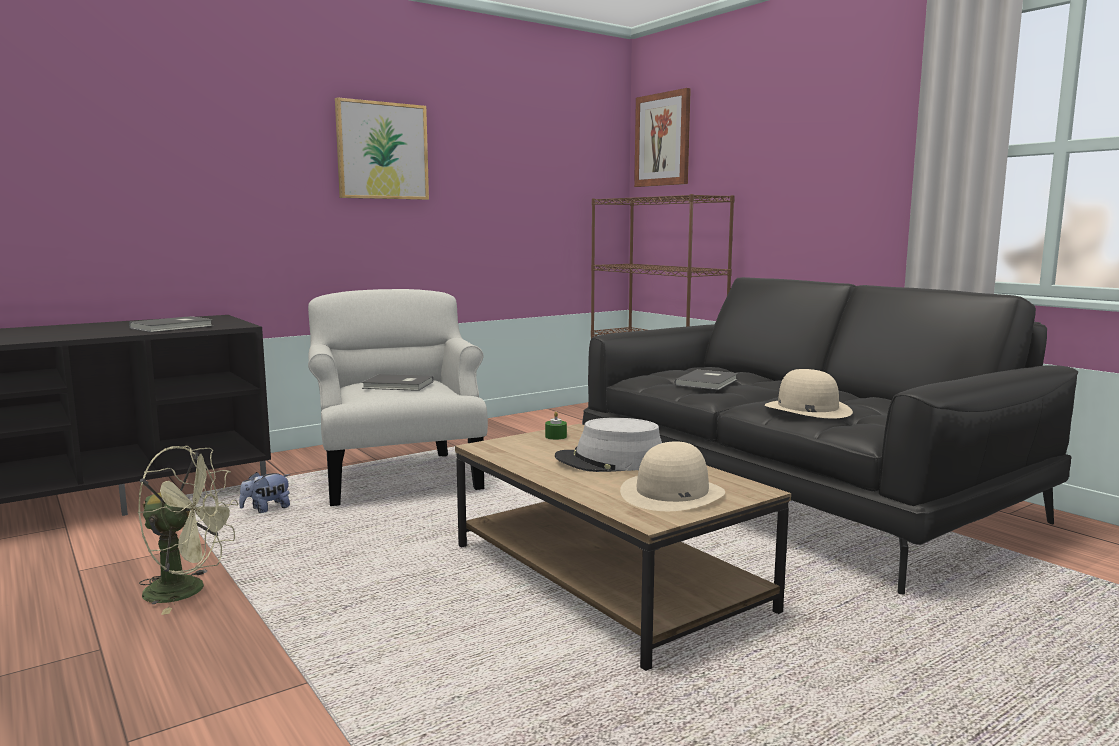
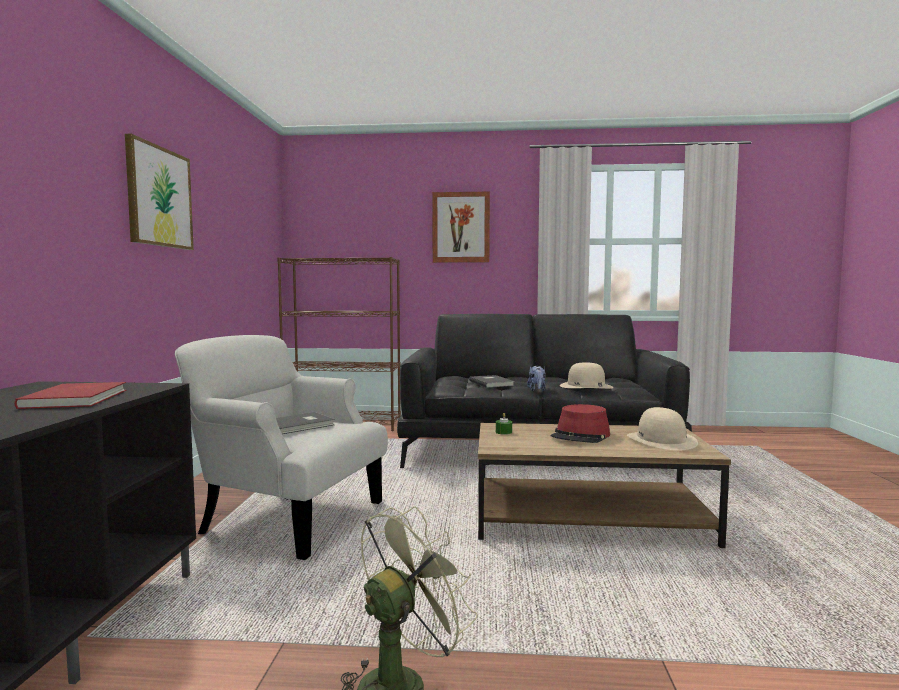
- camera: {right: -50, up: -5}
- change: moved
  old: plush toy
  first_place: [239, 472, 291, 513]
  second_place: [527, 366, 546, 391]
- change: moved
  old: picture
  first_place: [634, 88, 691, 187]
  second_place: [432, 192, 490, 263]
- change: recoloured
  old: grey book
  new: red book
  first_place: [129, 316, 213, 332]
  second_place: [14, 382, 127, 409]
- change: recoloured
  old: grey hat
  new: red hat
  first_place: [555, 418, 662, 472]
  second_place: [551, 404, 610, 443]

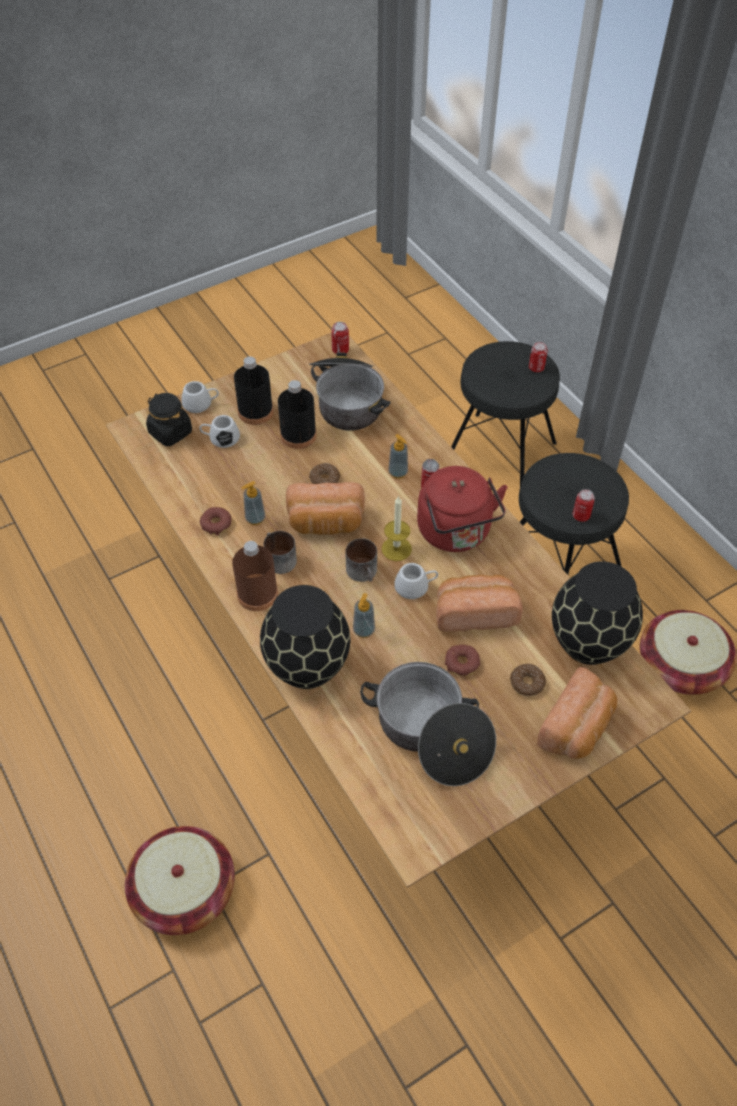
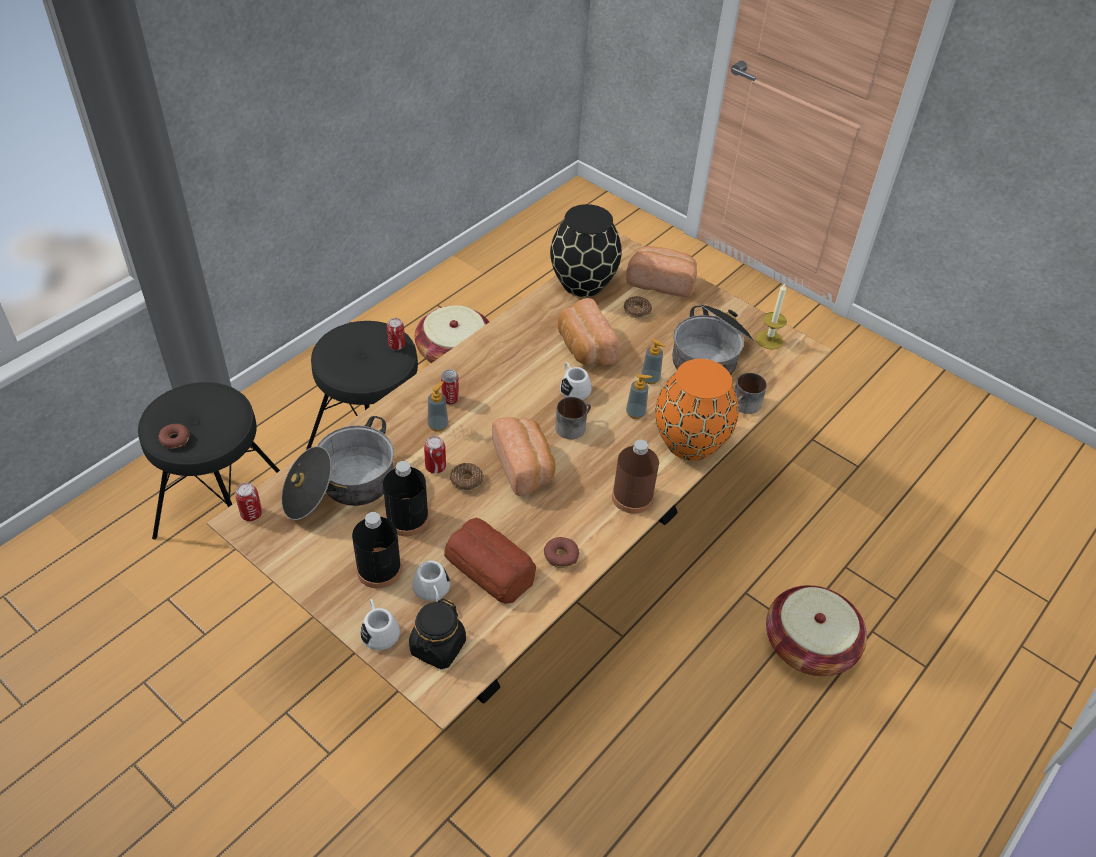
- camera: {right: -110, up: -5}
- change: removed
  old: red kettle
  first_place: [417, 466, 508, 552]
- change: added
  new: bread
  second_place: [444, 517, 536, 604]
- change: moved
  old: soap dispenser
  first_place: [241, 481, 265, 525]
  second_place: [641, 339, 665, 384]
- change: moved
  old: mug
  first_place: [264, 531, 297, 574]
  second_place: [735, 373, 767, 414]
- change: moved
  old: candle
  first_place: [382, 496, 412, 561]
  second_place: [756, 284, 787, 349]
- change: moved
  old: donut
  first_place: [445, 645, 480, 676]
  second_place: [159, 424, 190, 449]
- change: moved
  old: can
  first_place: [529, 342, 548, 372]
  second_place: [424, 436, 446, 474]
- change: recoloured
  old: black vase
  new: orange vase
  first_place: [260, 585, 350, 689]
  second_place: [655, 359, 738, 461]

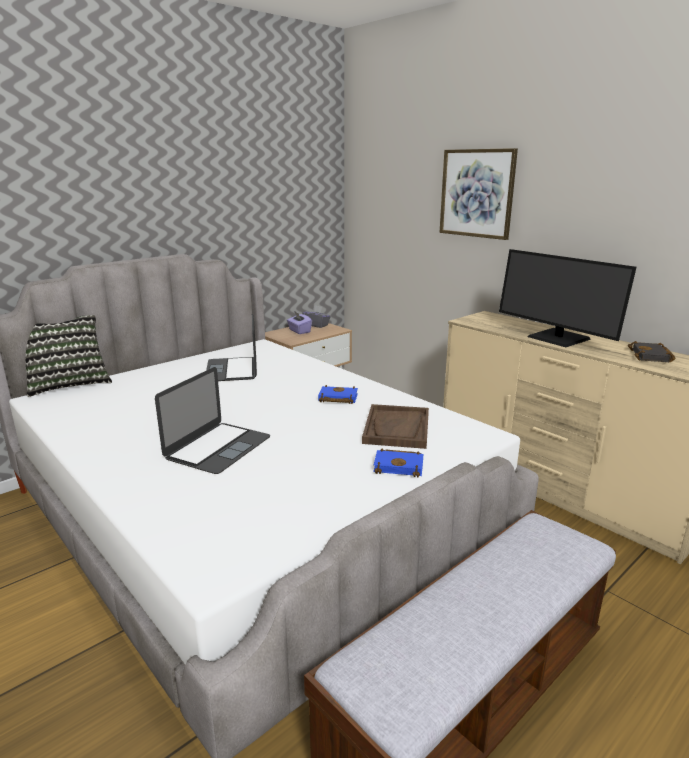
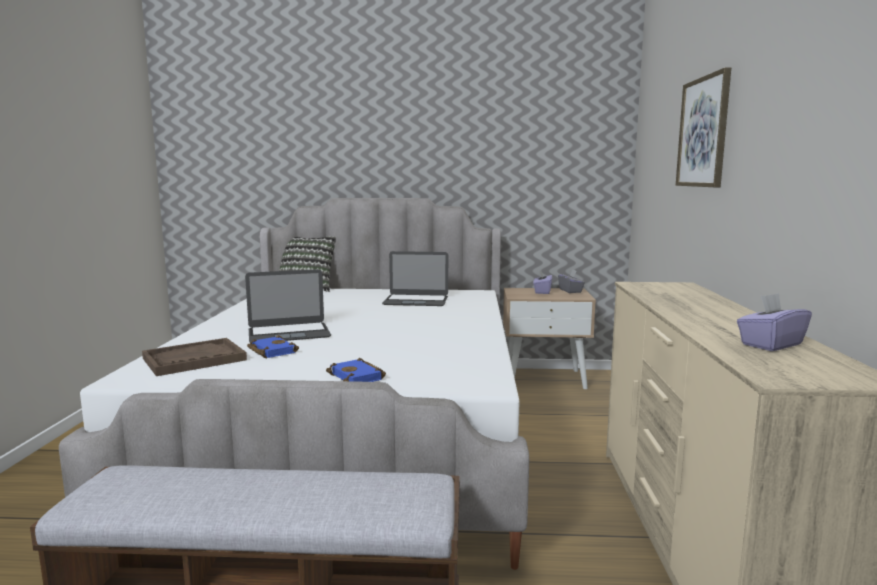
- camera: {right: 45, up: -10}
- change: removed
  old: monitor
  first_place: [499, 249, 637, 347]
- change: moved
  old: blue book
  first_place: [318, 385, 358, 404]
  second_place: [247, 335, 299, 358]
- change: moved
  old: brown tray
  first_place: [362, 404, 429, 449]
  second_place: [142, 338, 247, 376]
- change: replaced
  old: black book
  new: purple tissue box
  first_place: [628, 341, 675, 363]
  second_place: [737, 293, 812, 351]
- change: turned
  old: laptop
  first_place: [206, 314, 257, 381]
  second_place: [382, 251, 448, 306]
  degrees: -120

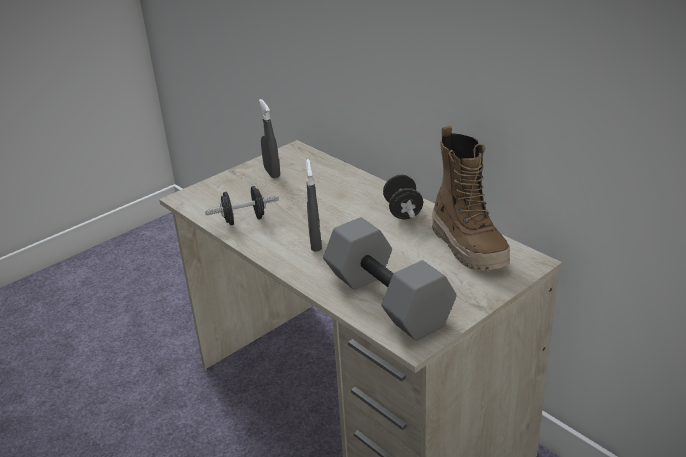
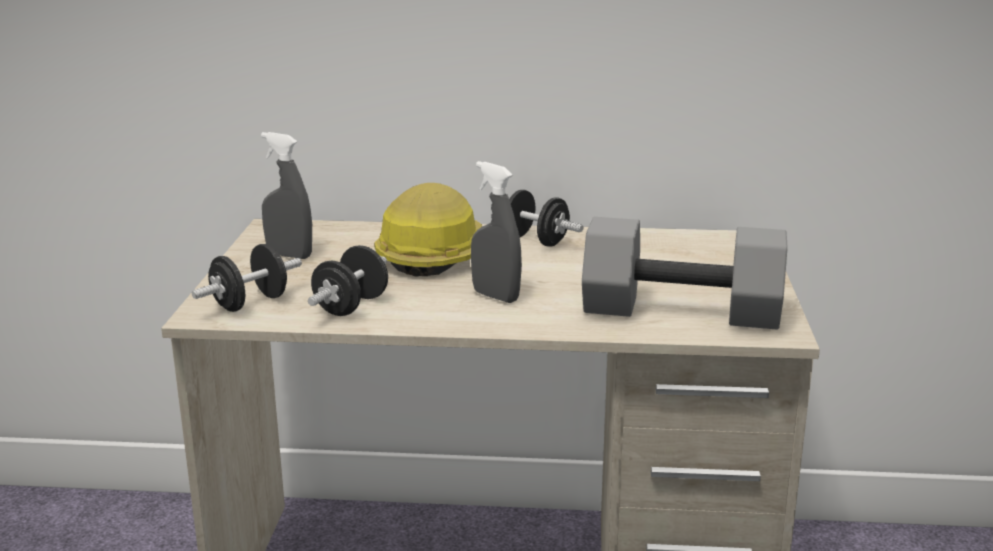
- camera: {right: -45, up: -10}
- change: removed
  old: boot
  first_place: [432, 126, 510, 271]
- change: added
  new: black dumbbell
  second_place: [192, 244, 302, 312]
- change: added
  new: hard hat
  second_place: [374, 183, 482, 277]

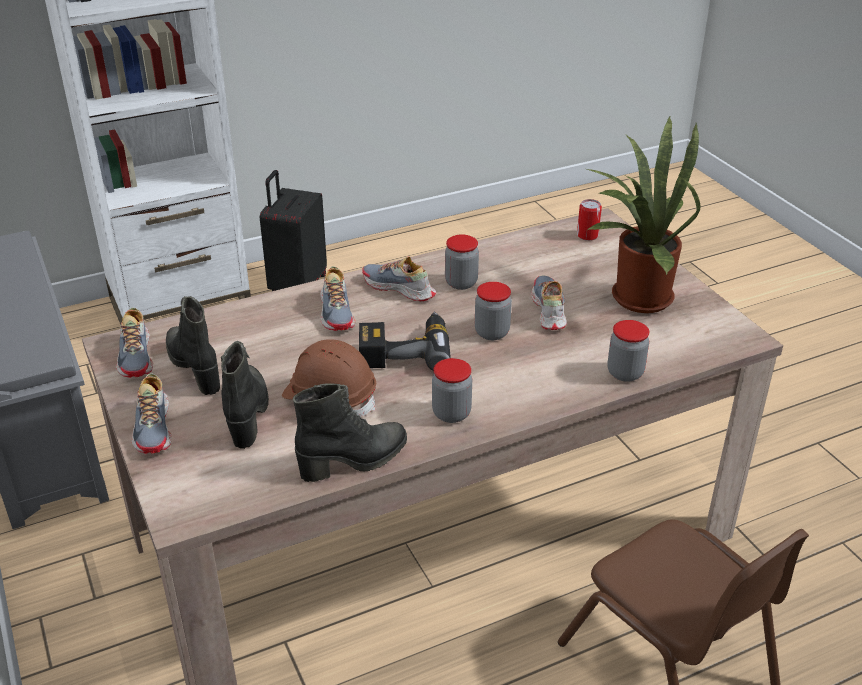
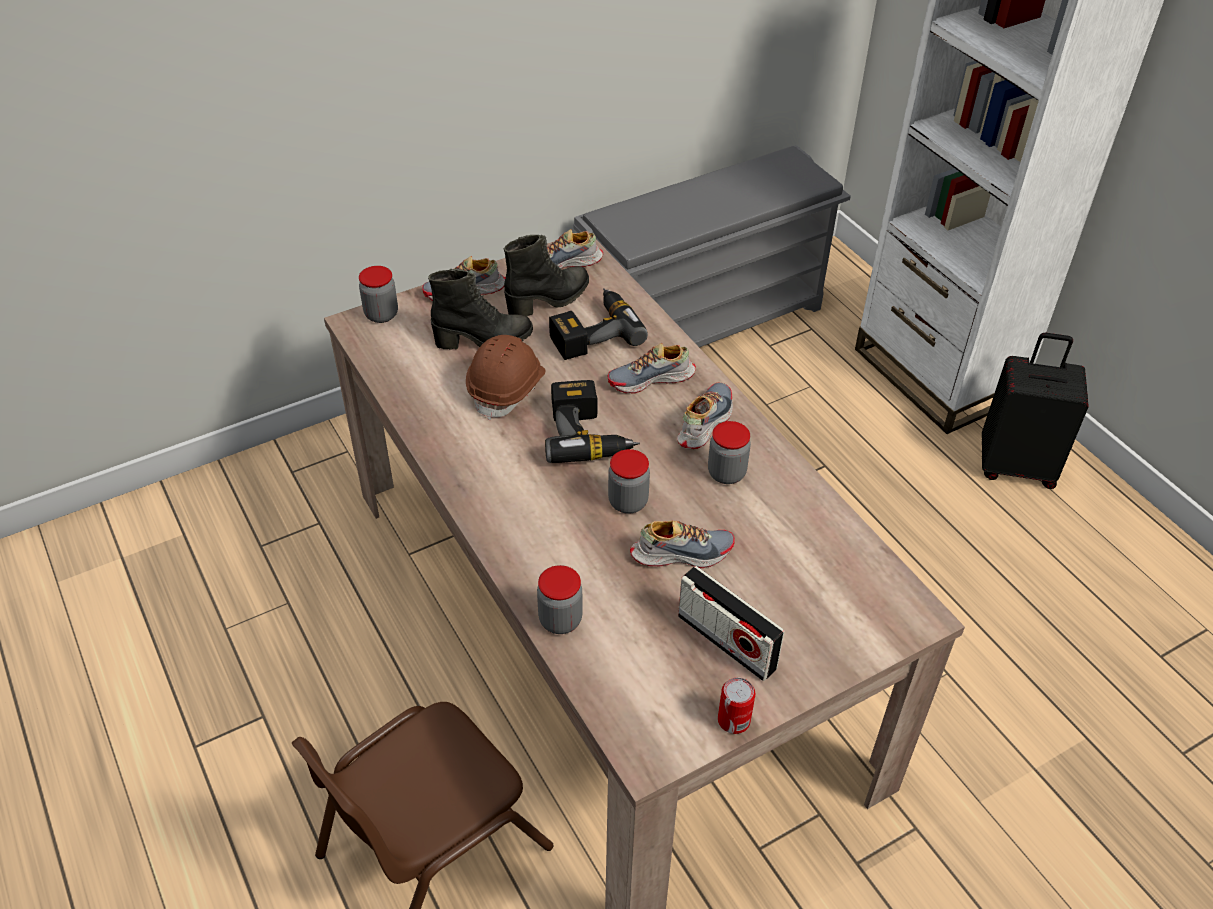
- camera: {right: 85, up: 10}
- change: removed
  old: black boot
  first_place: [293, 383, 407, 482]
- change: added
  new: power drill
  second_place: [549, 289, 648, 360]
- change: moved
  old: jar
  first_place: [432, 358, 472, 423]
  second_place: [359, 266, 398, 323]
- change: moved
  old: can
  first_place: [577, 199, 602, 241]
  second_place: [718, 677, 755, 734]
- change: replaced
  old: potted plant
  new: radio
  first_place: [584, 117, 701, 313]
  second_place: [678, 566, 785, 681]

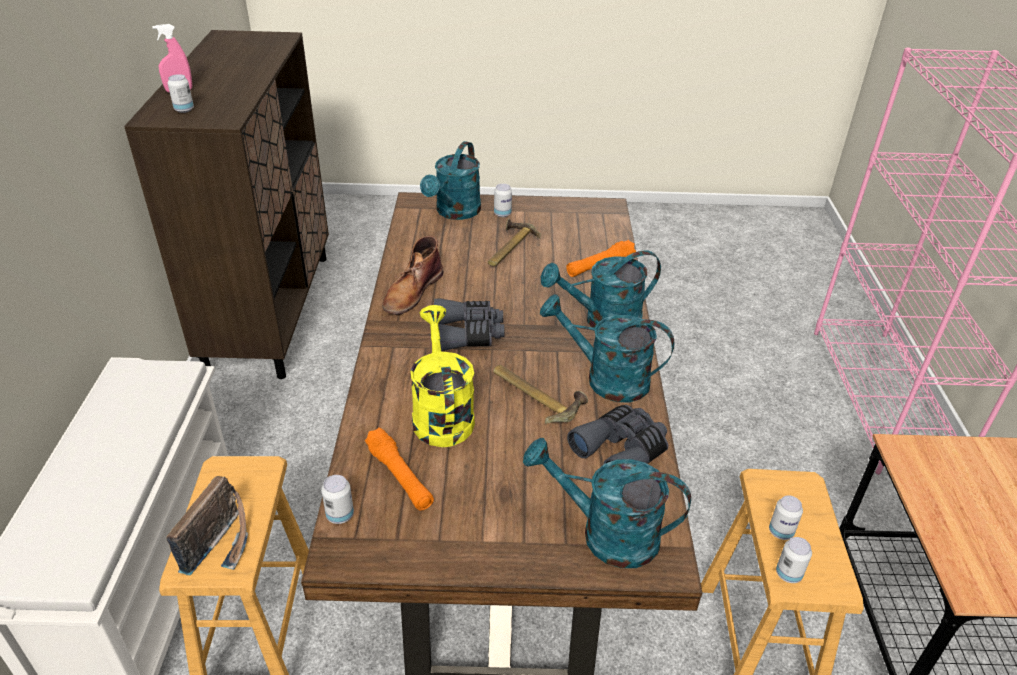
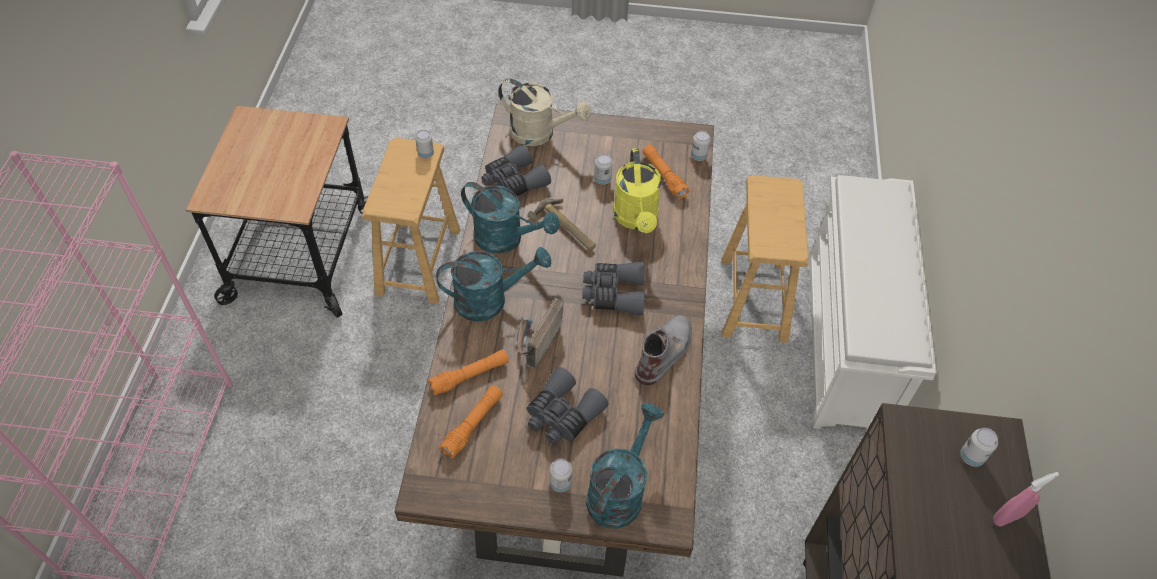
- camera: {right: -175, up: 15}
- change: added
  new: orange flashlight
  second_place: [439, 385, 503, 459]
- change: moved
  old: radio
  first_place: [167, 476, 248, 576]
  second_place: [516, 298, 564, 368]
- change: moved
  old: can
  first_place: [769, 495, 803, 540]
  second_place: [594, 154, 613, 185]
- change: replaced
  old: hammer
  new: grey binoculars
  first_place: [488, 218, 541, 266]
  second_place: [527, 367, 608, 444]
- change: recoloured
  old: brown boot
  new: grey boot
  first_place: [382, 236, 443, 315]
  second_place: [635, 315, 692, 385]
- change: recoloured
  old: turquoise watering can
  new: beige watering can
  first_place: [523, 438, 691, 568]
  second_place: [498, 78, 591, 146]

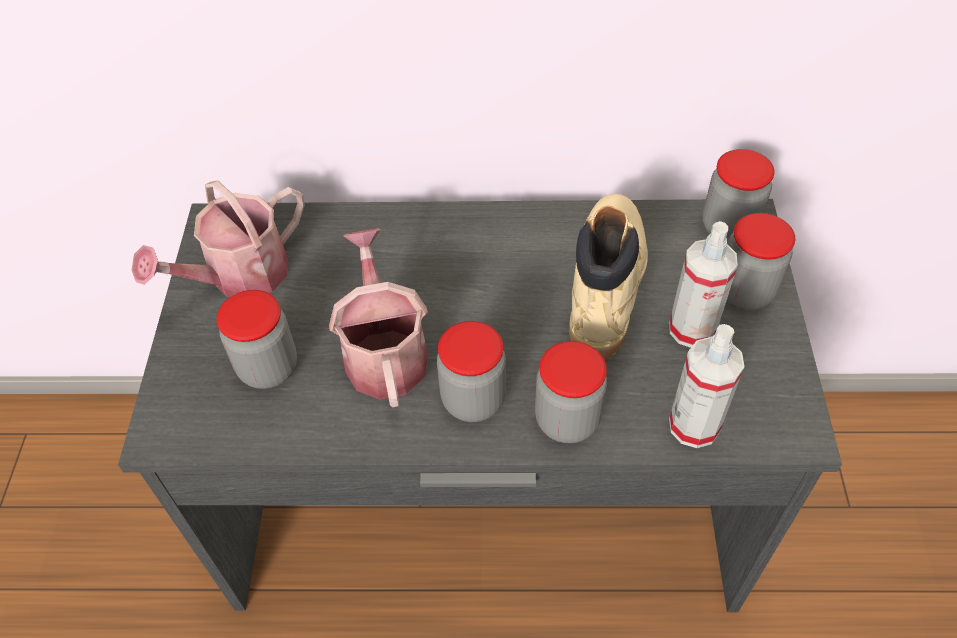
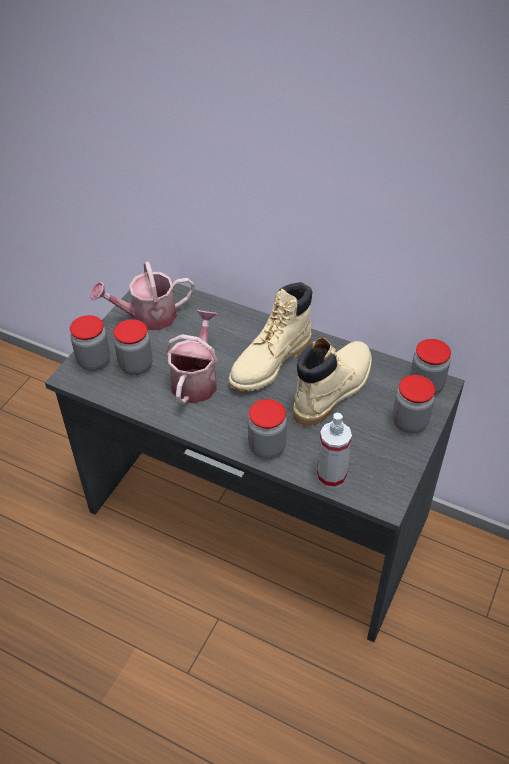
- camera: {right: 25, up: -5}
- change: removed
  old: spray bottle
  first_place: [669, 221, 738, 348]
- change: added
  new: beige boot
  second_place: [229, 282, 312, 391]
- change: moved
  old: jar
  first_place: [437, 321, 506, 422]
  second_place: [70, 315, 110, 371]

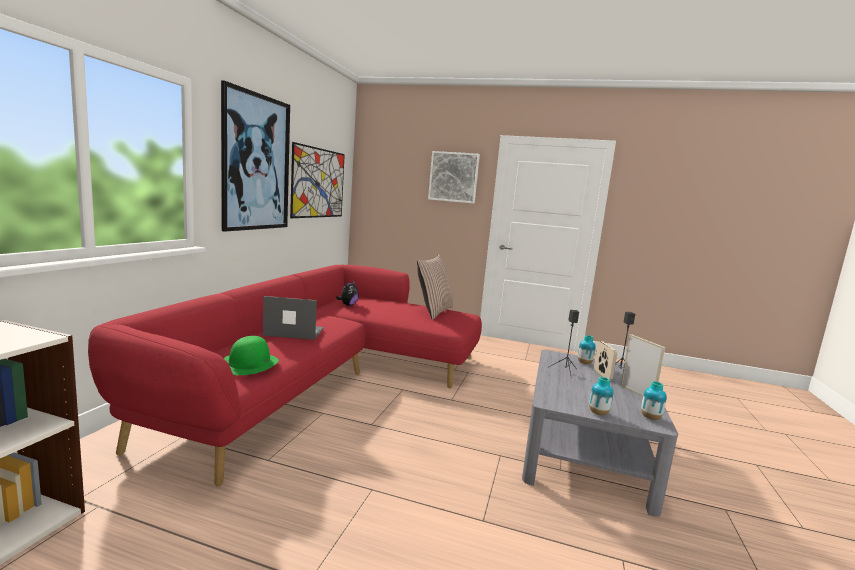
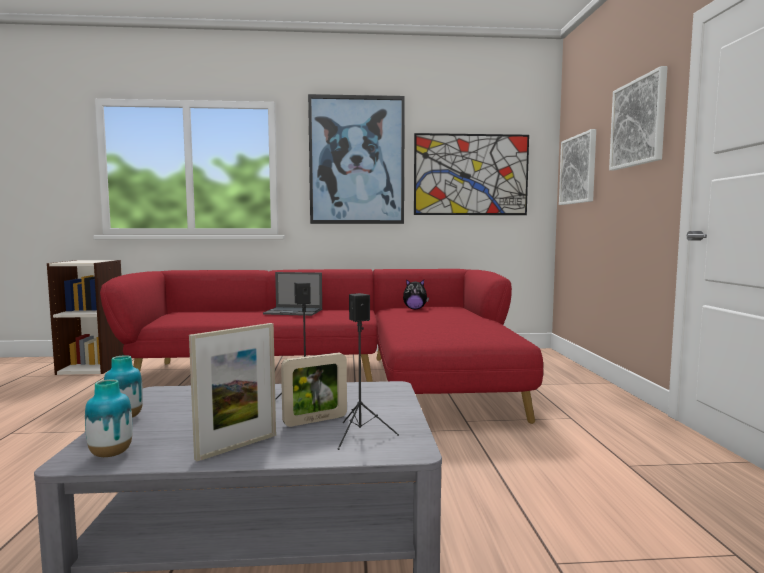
- camera: {right: 70, up: -5}
- change: removed
  old: green hat
  first_place: [223, 336, 279, 375]
- change: removed
  old: pillow
  first_place: [417, 255, 453, 320]
- change: removed
  old: vase
  first_place: [578, 335, 596, 364]
- change: added
  new: picture
  second_place: [559, 129, 596, 205]
- change: turned
  old: laptop
  first_place: [263, 296, 324, 340]
  second_place: [263, 272, 322, 316]
  degrees: 120

